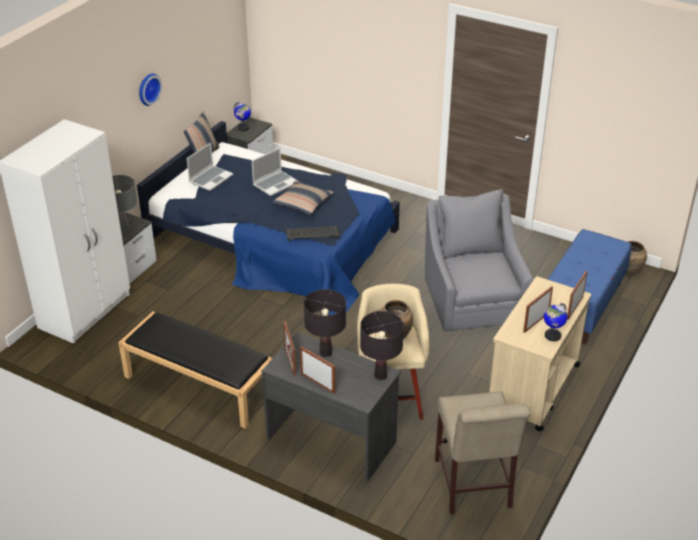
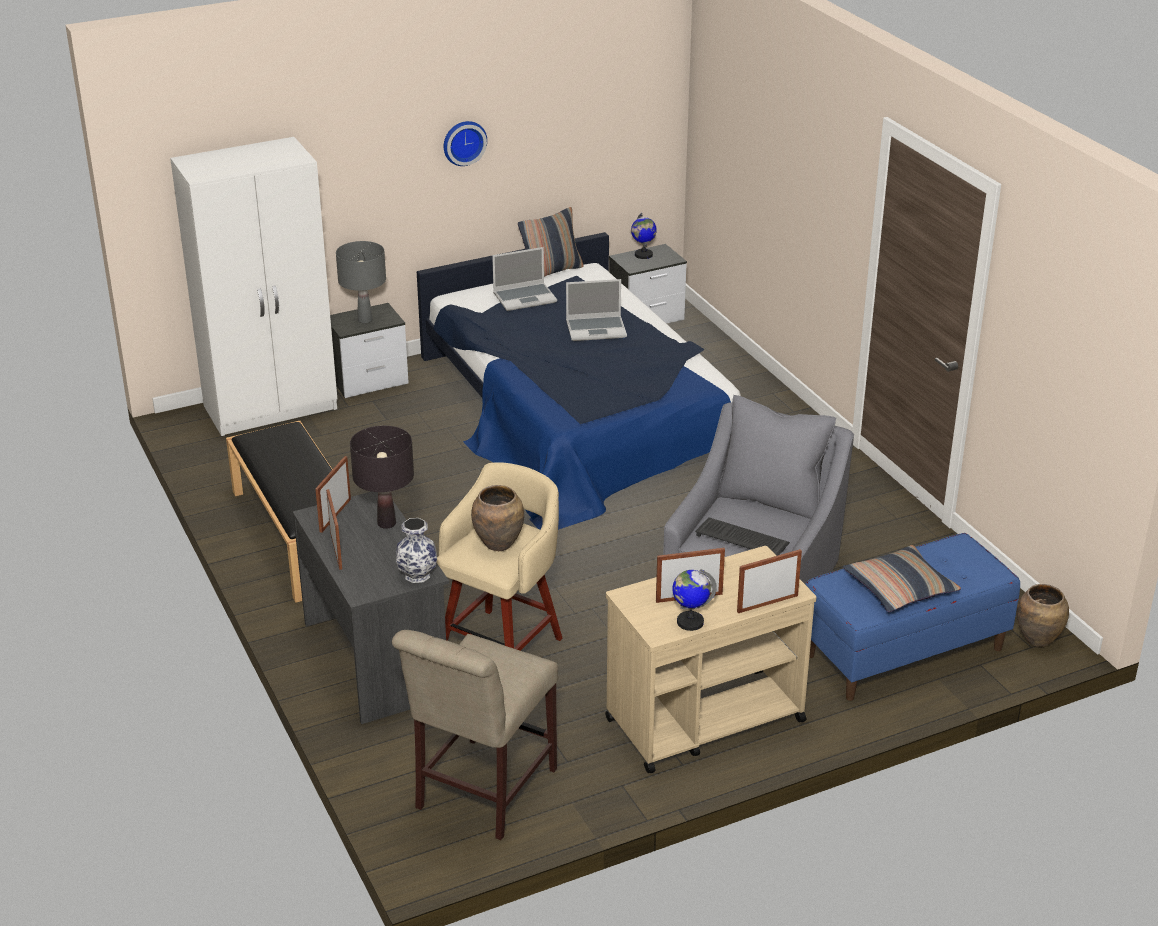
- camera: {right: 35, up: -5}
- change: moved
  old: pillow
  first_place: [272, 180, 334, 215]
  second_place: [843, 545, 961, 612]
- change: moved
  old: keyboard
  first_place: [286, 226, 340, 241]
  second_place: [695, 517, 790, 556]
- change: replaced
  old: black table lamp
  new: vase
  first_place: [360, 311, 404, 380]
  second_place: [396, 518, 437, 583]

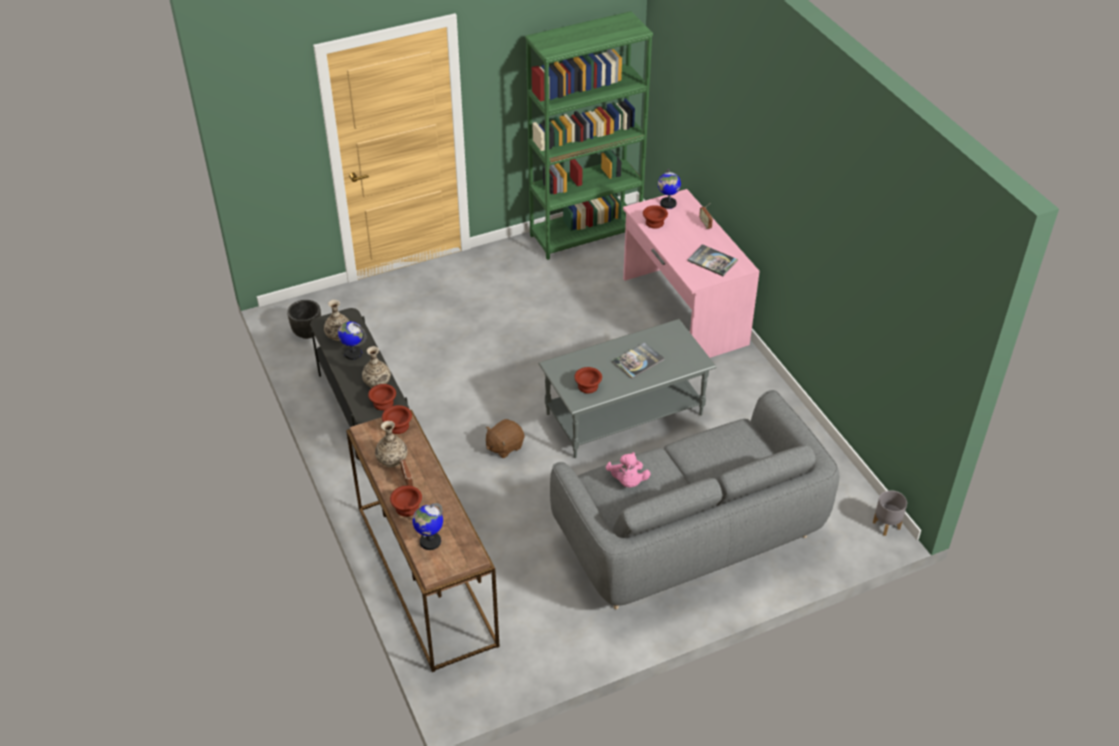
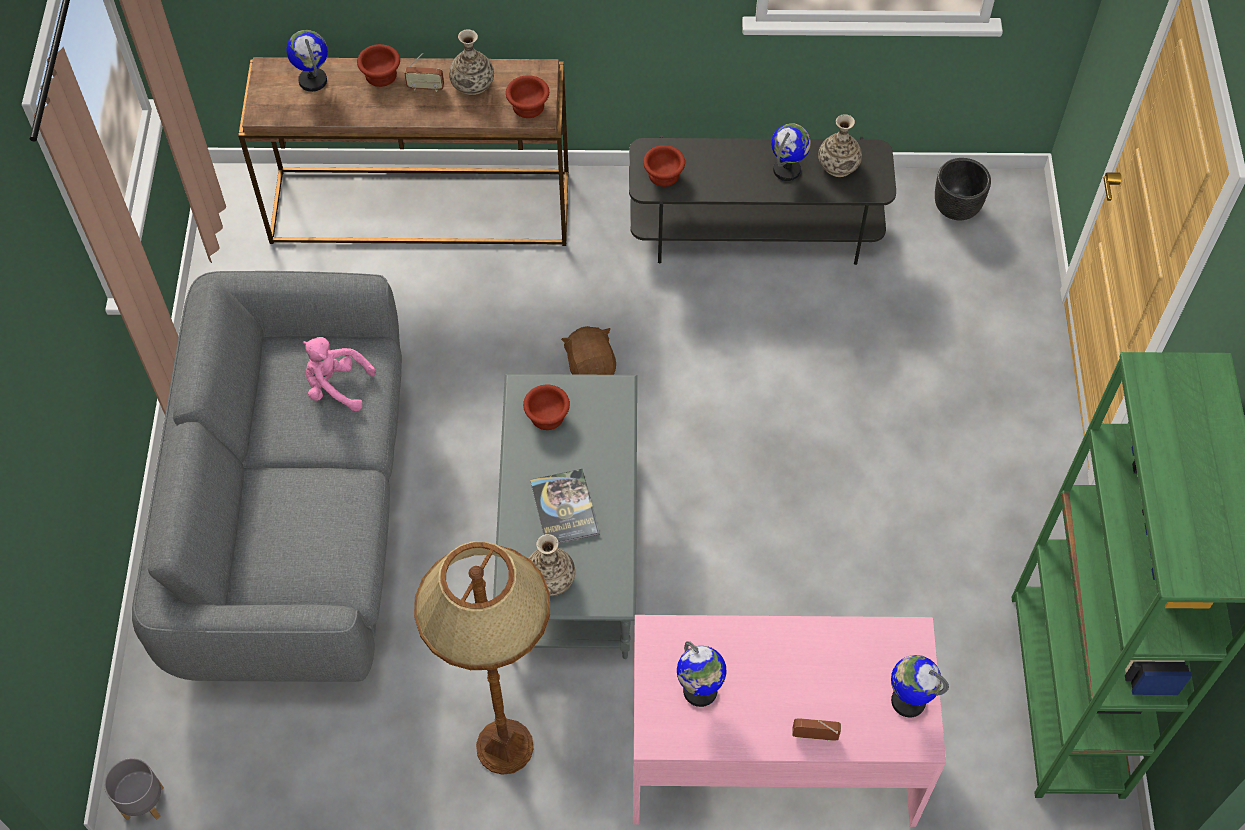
- camera: {right: 115, up: 15}
- change: removed
  old: brown bowl
  first_place: [643, 205, 668, 228]
- change: added
  new: brown floor lamp
  second_place: [414, 541, 550, 775]
- change: moved
  old: vase
  first_place: [362, 346, 391, 388]
  second_place: [528, 534, 575, 596]
- change: replaced
  old: book
  new: globe
  first_place: [687, 244, 738, 276]
  second_place: [677, 641, 727, 707]

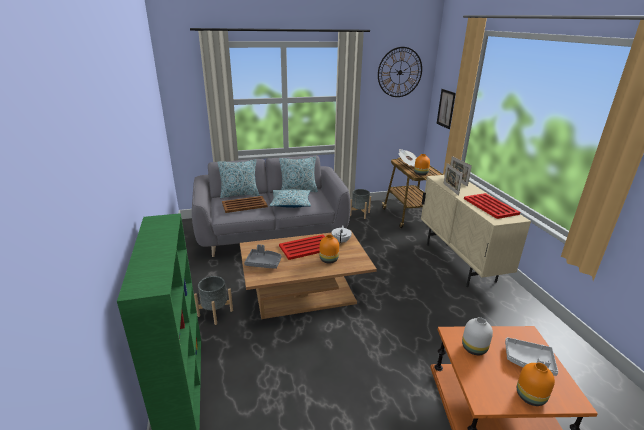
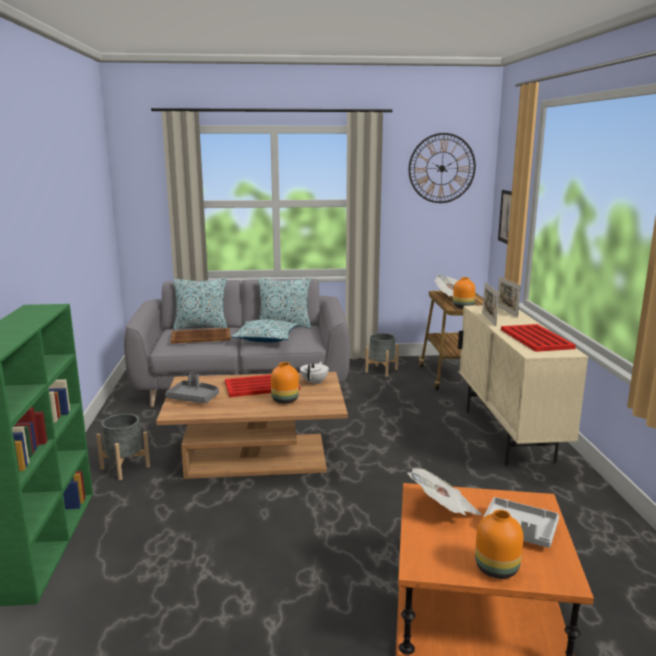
- camera: {right: 10, up: -10}
- change: replaced
  old: white vase
  new: newspaper
  first_place: [462, 317, 493, 355]
  second_place: [407, 468, 482, 516]

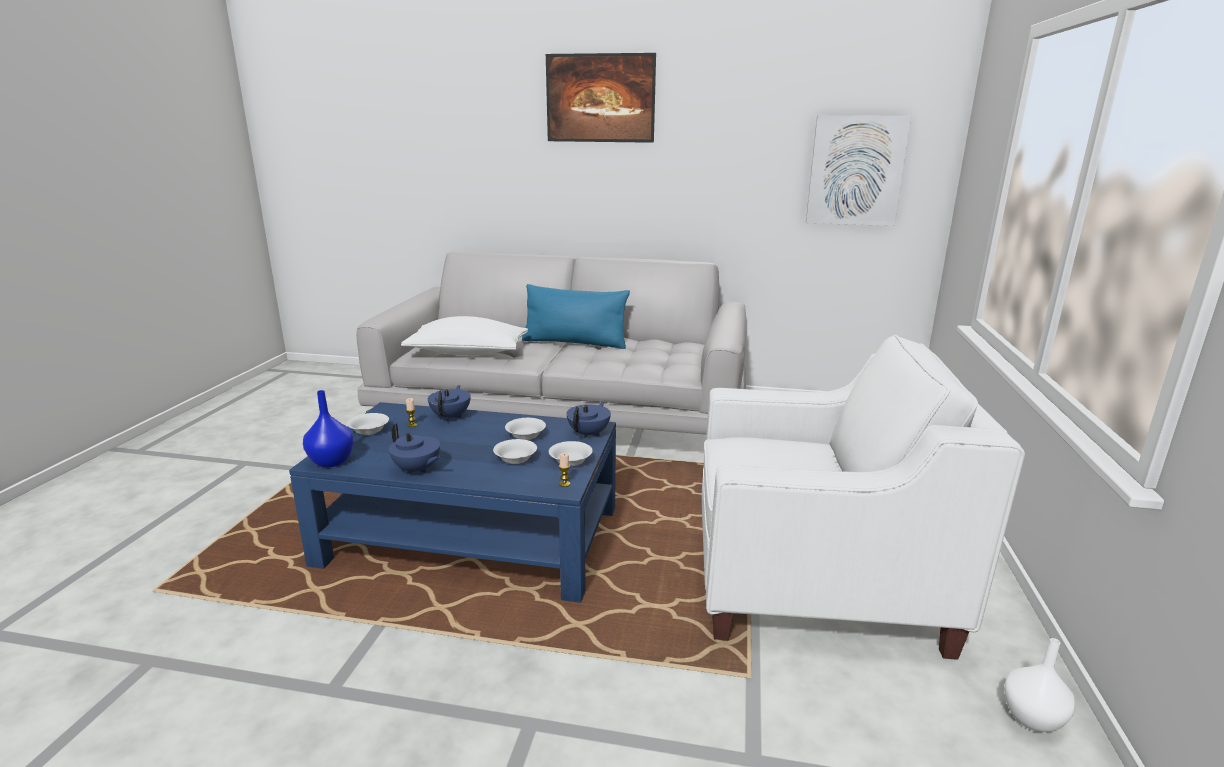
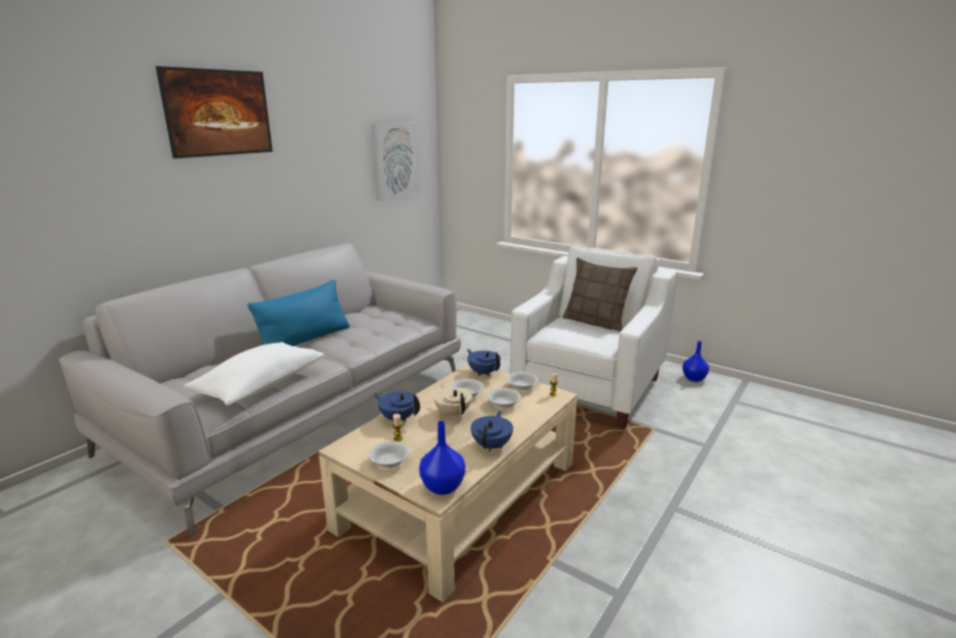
- camera: {right: -65, up: 0}
- change: added
  new: beige teapot
  second_place: [434, 384, 472, 418]
- change: added
  new: pillow
  second_place: [563, 257, 638, 332]
- change: recoloured
  old: blue coffee table
  new: beige coffee table
  first_place: [289, 402, 616, 603]
  second_place: [318, 364, 577, 602]
- change: recoloured
  old: white vase
  new: blue vase
  first_place: [1004, 638, 1075, 732]
  second_place: [682, 341, 709, 382]
- change: turned
  old: blue teapot
  first_place: [389, 424, 441, 475]
  second_place: [471, 411, 513, 451]
  degrees: -45

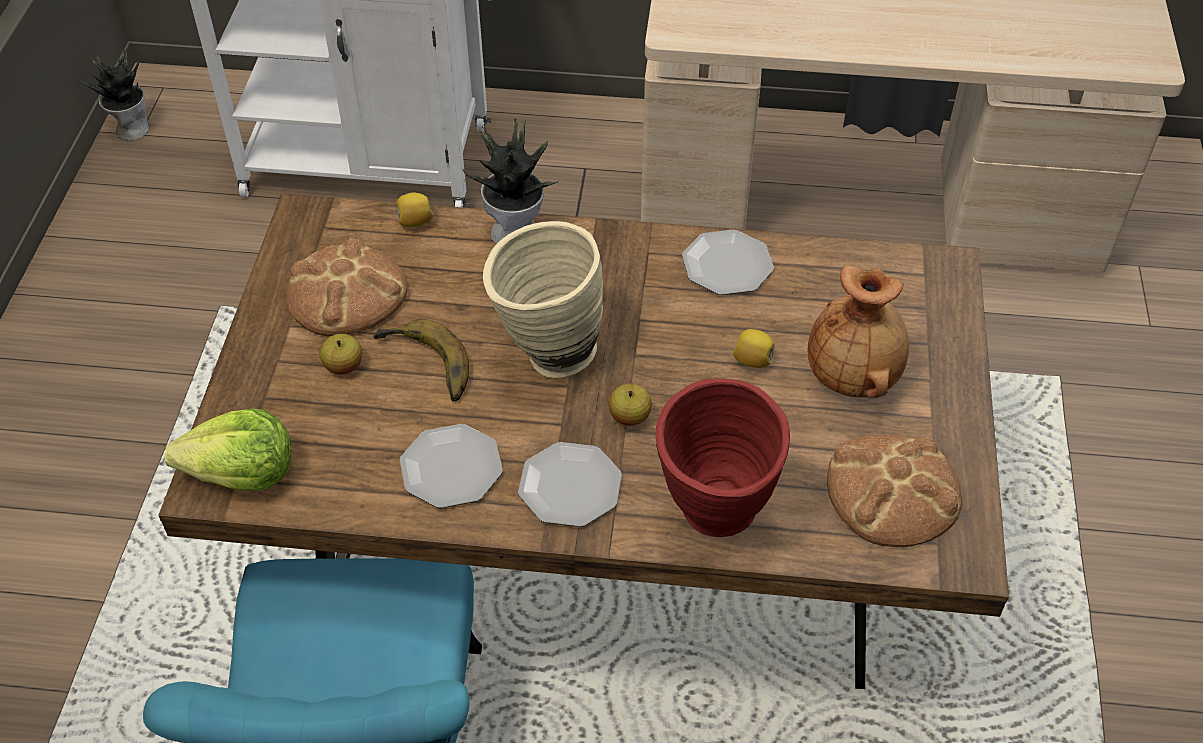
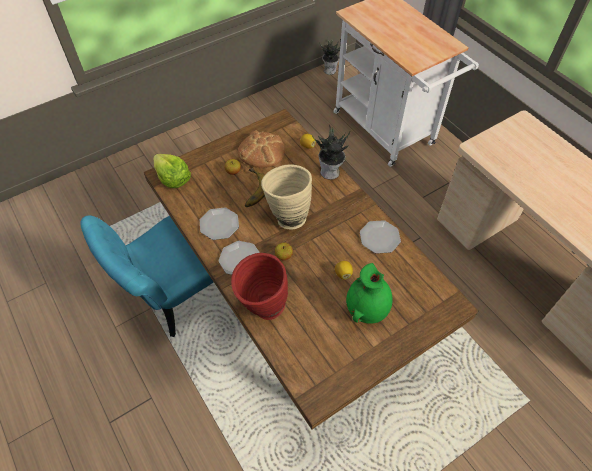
- camera: {right: 50, up: 5}
- change: removed
  old: bread
  first_place: [827, 435, 962, 547]
- change: recoloured
  old: brown vase
  new: green vase
  first_place: [808, 265, 909, 398]
  second_place: [346, 263, 393, 323]

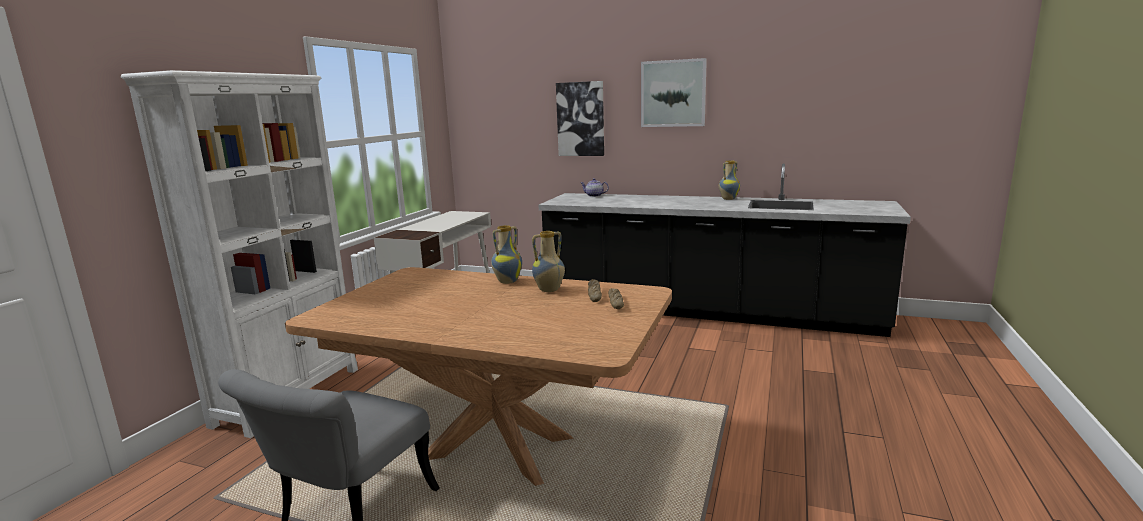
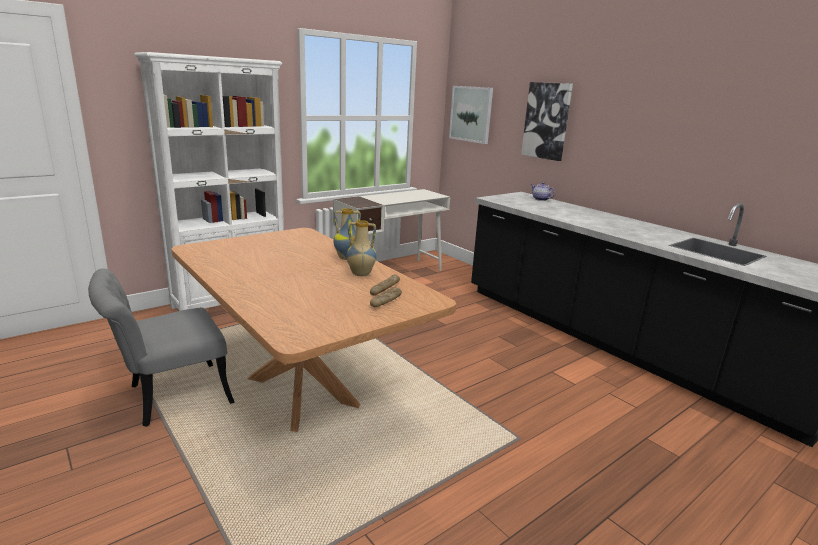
- camera: {right: 30, up: 5}
- change: removed
  old: vase
  first_place: [719, 160, 740, 200]
- change: moved
  old: picture
  first_place: [641, 58, 707, 127]
  second_place: [449, 86, 493, 144]

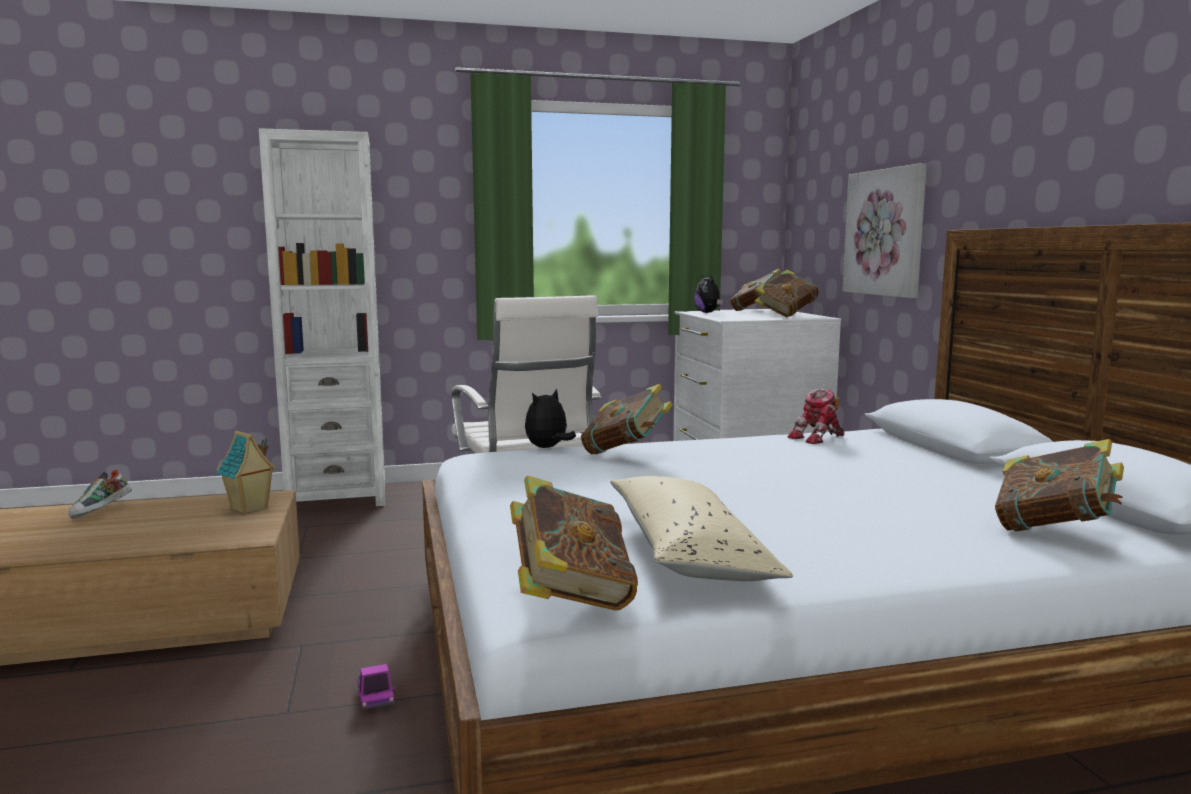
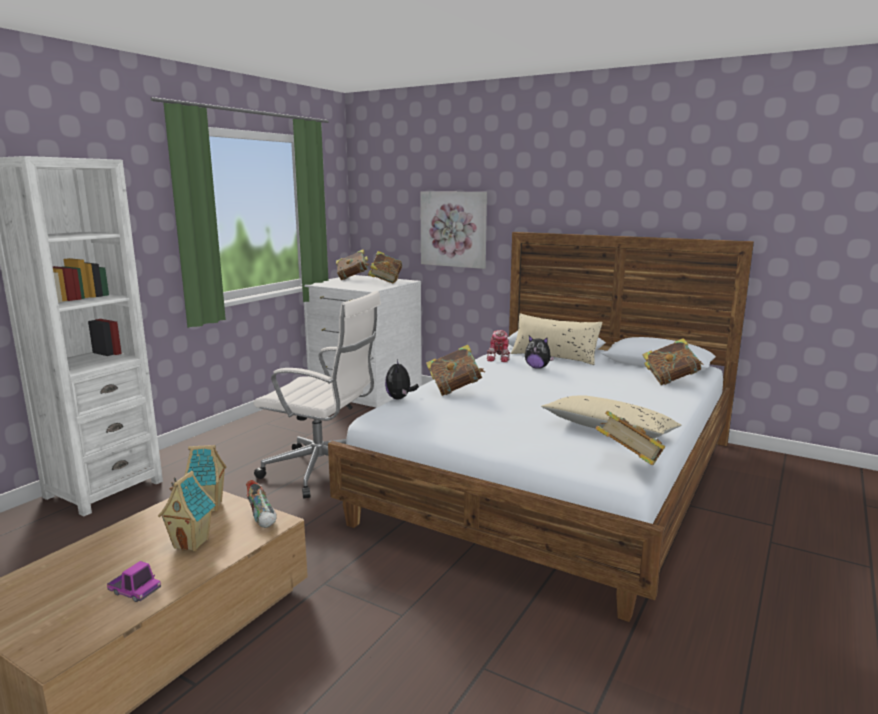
- camera: {right: -45, up: 5}
- change: added
  new: toy house
  second_place: [158, 471, 216, 552]
- change: added
  new: beige pillow
  second_place: [511, 313, 602, 365]
- change: moved
  old: shoe
  first_place: [68, 470, 132, 519]
  second_place: [246, 480, 277, 528]
- change: moved
  old: toy truck
  first_place: [357, 664, 395, 710]
  second_place: [107, 561, 161, 602]
- change: moved
  old: plush toy
  first_place: [694, 275, 723, 313]
  second_place: [525, 336, 554, 369]

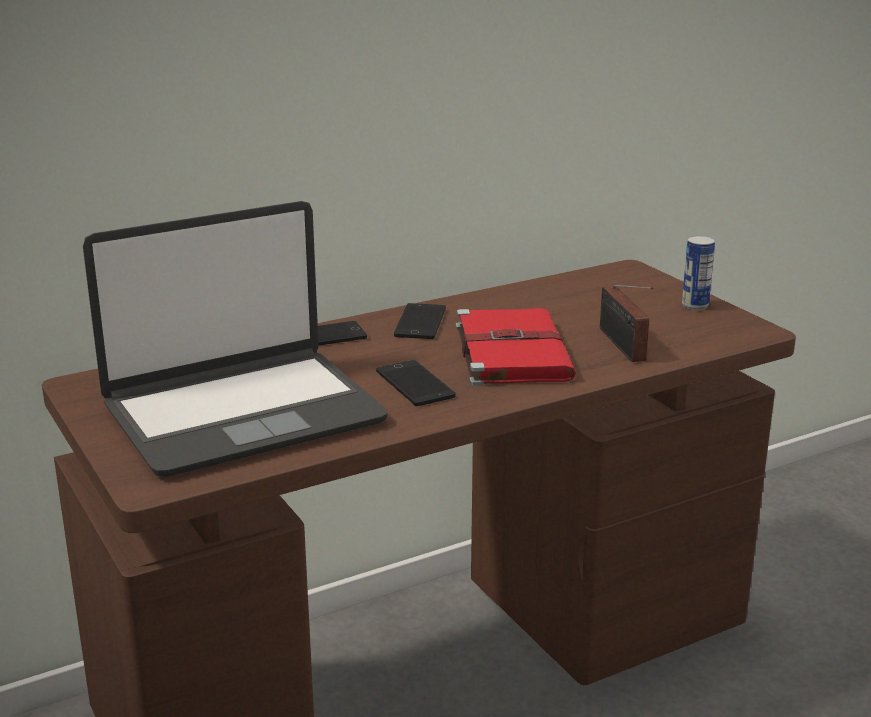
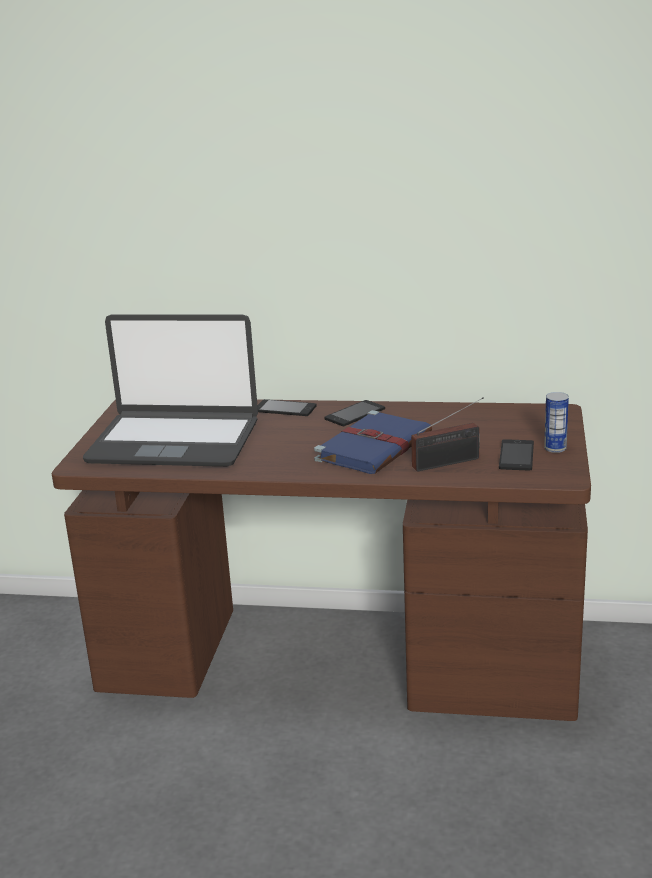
- camera: {right: 40, up: 0}
- change: moved
  old: phone
  first_place: [376, 360, 456, 406]
  second_place: [499, 439, 534, 471]
- change: recoloured
  old: red book
  new: blue book
  first_place: [456, 308, 576, 386]
  second_place: [314, 410, 432, 474]
- change: turned
  old: radio
  first_place: [600, 285, 653, 362]
  second_place: [411, 398, 484, 471]
  degrees: -135

